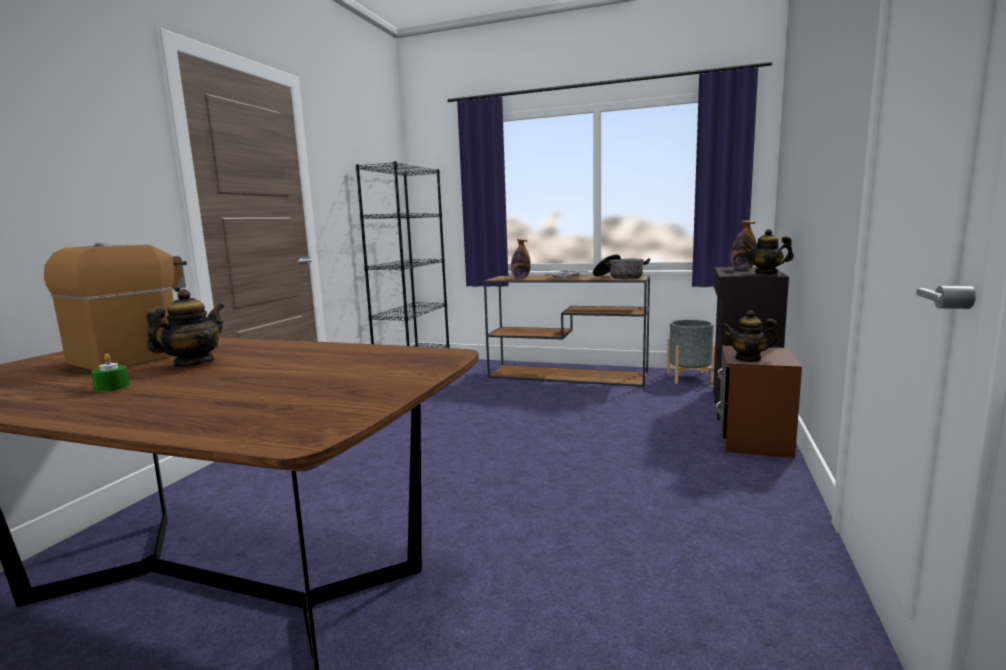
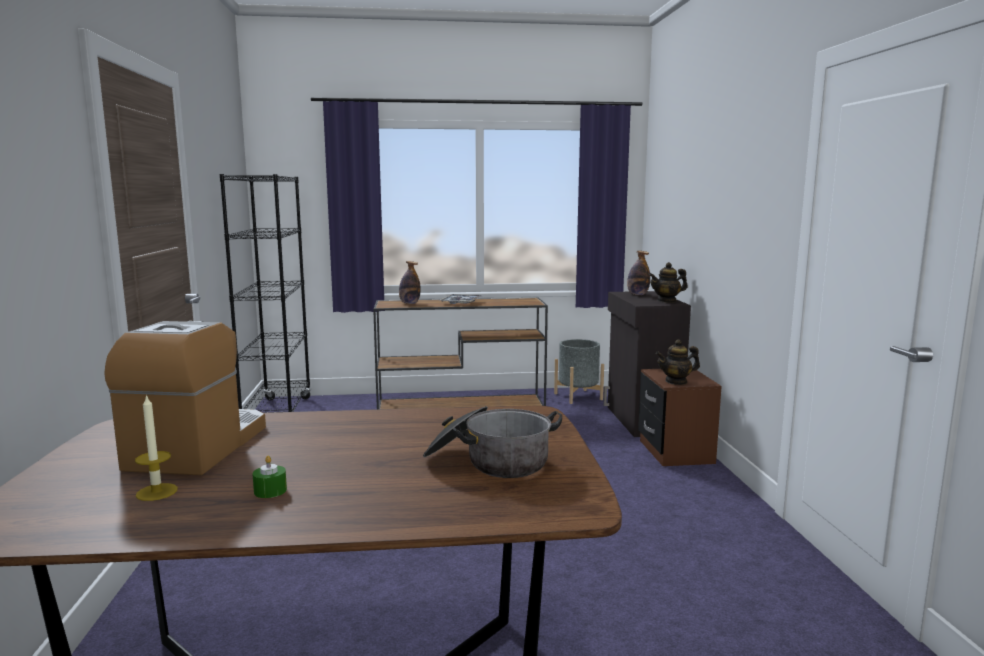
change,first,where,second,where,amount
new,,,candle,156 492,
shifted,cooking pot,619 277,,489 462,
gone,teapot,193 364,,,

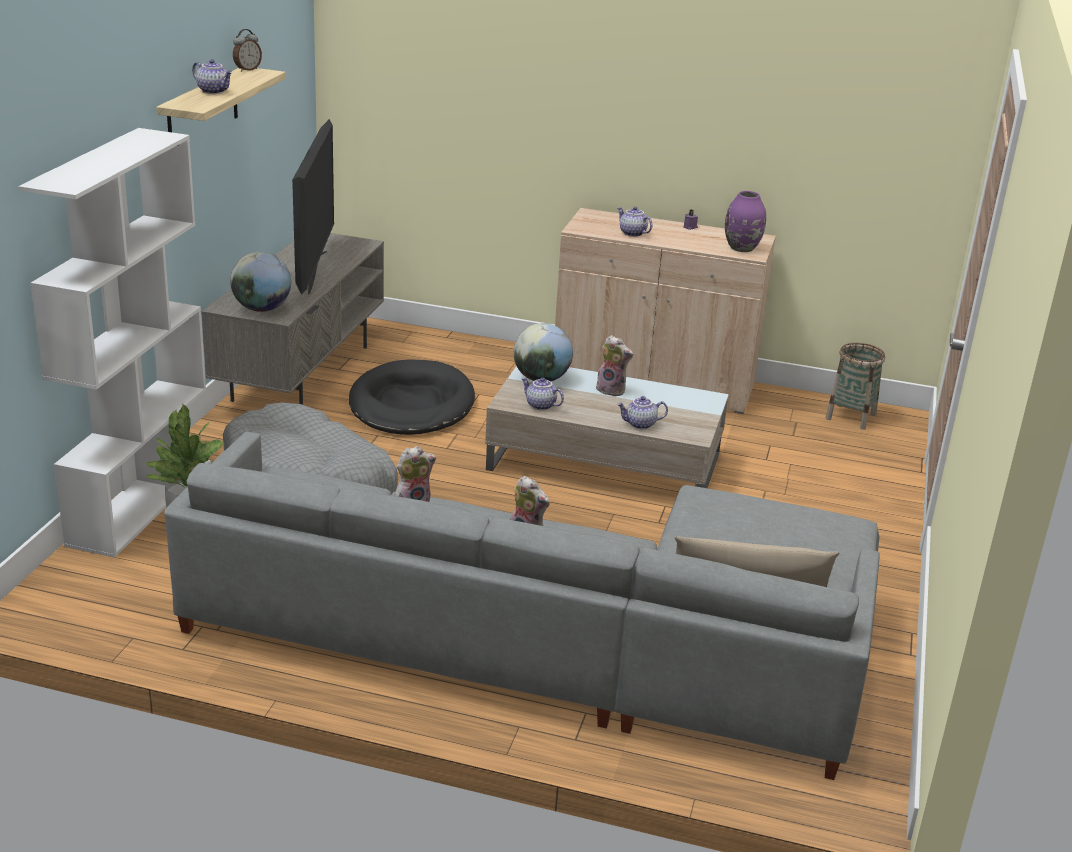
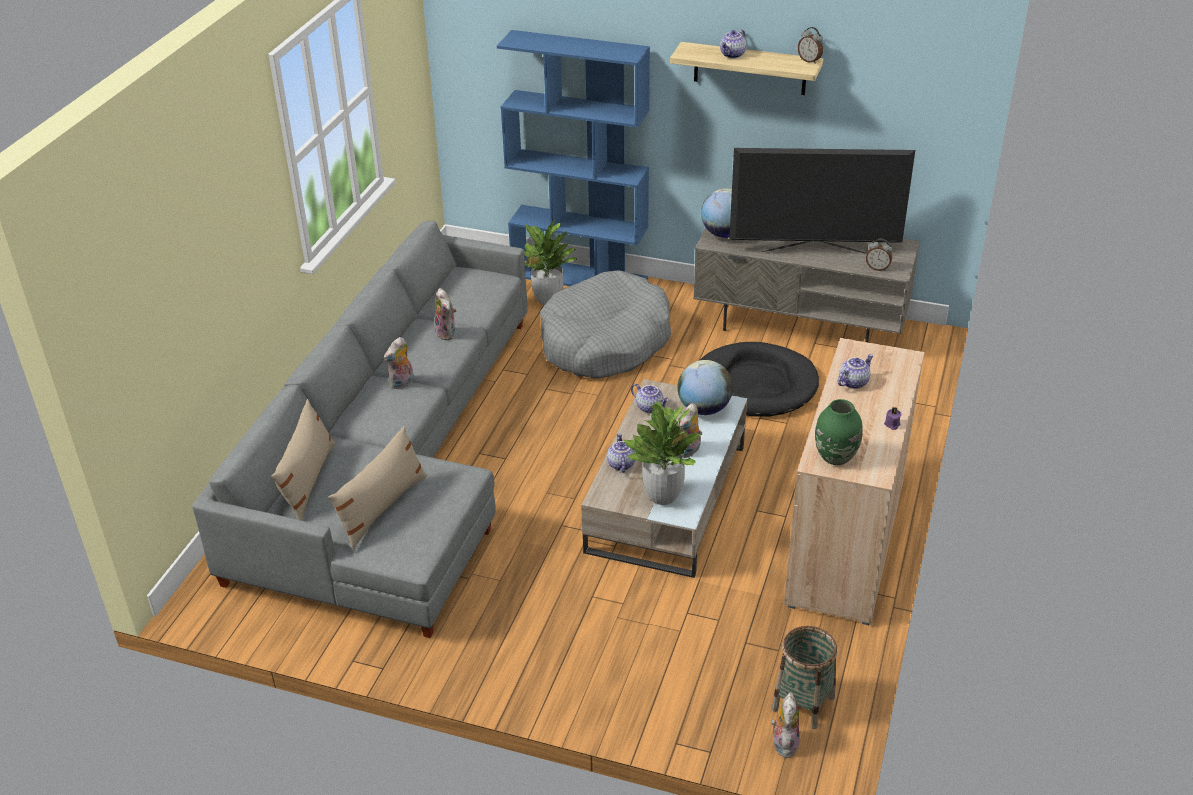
change,first,where,second,where,amount
new,,,pillow in beige,382 507,
repainted,bookcase in white,141 502,bookcase in blue,580 277,
new,,,potted plant,663 496,
rotated,teapot,540 405,,650 407,90 degrees clockwise
new,,,plush toy,784 742,
repainted,vase in purple,742 248,vase in green,835 457,
new,,,alarm clock,877 268,

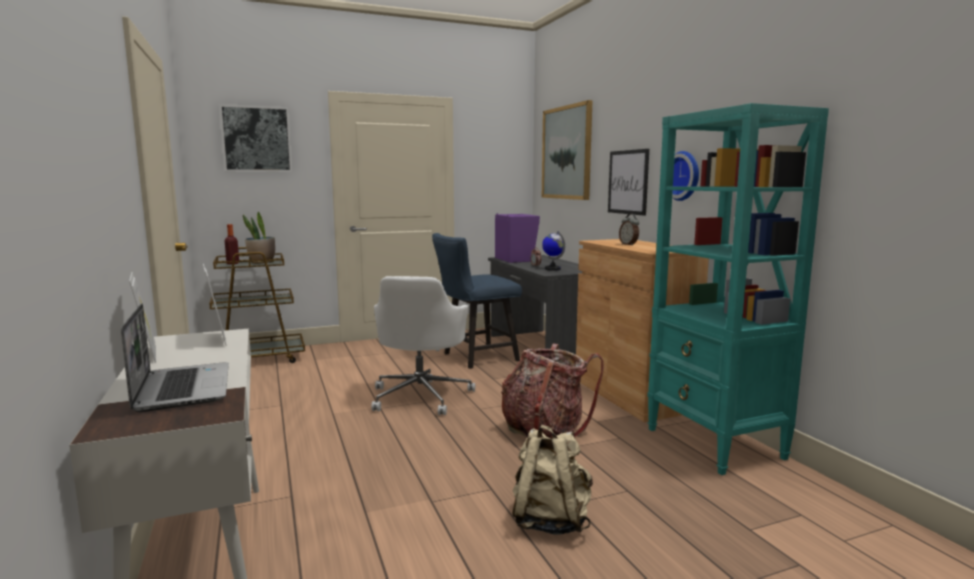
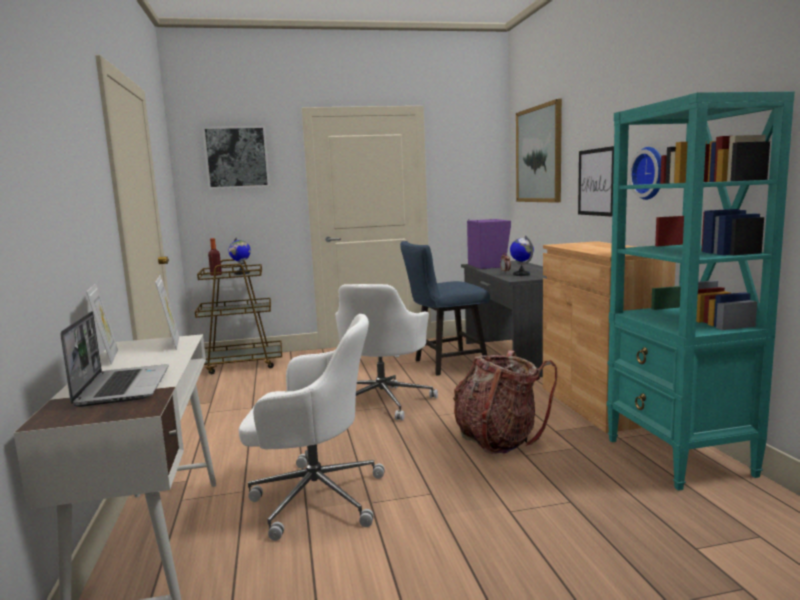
change,first,where,second,where,amount
swapped,potted plant,262 262,globe,242 273,
new,,,office chair in white,314 497,
gone,backpack in beige,550 521,,,
gone,alarm clock,629 245,,,

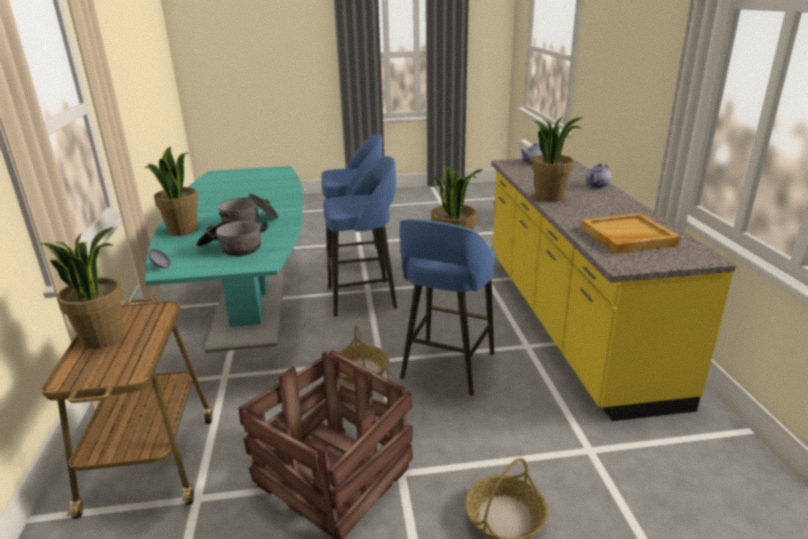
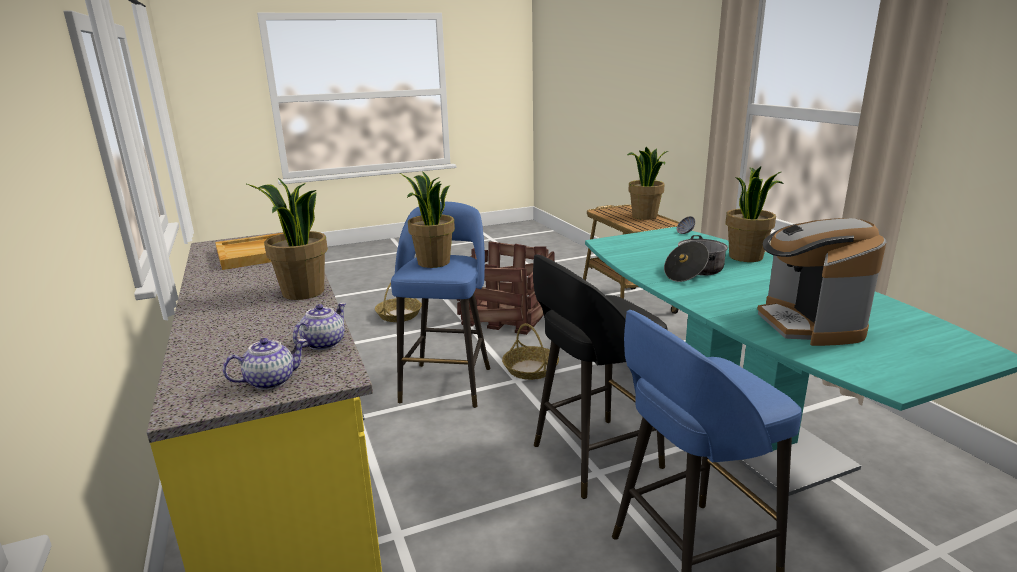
change,first,where,second,where,amount
shifted,teapot,597 186,,323 343,
repainted,stool in blue,364 297,stool in black,593 457,
new,,,coffee machine,808 324,
gone,cooking pot,232 248,,,

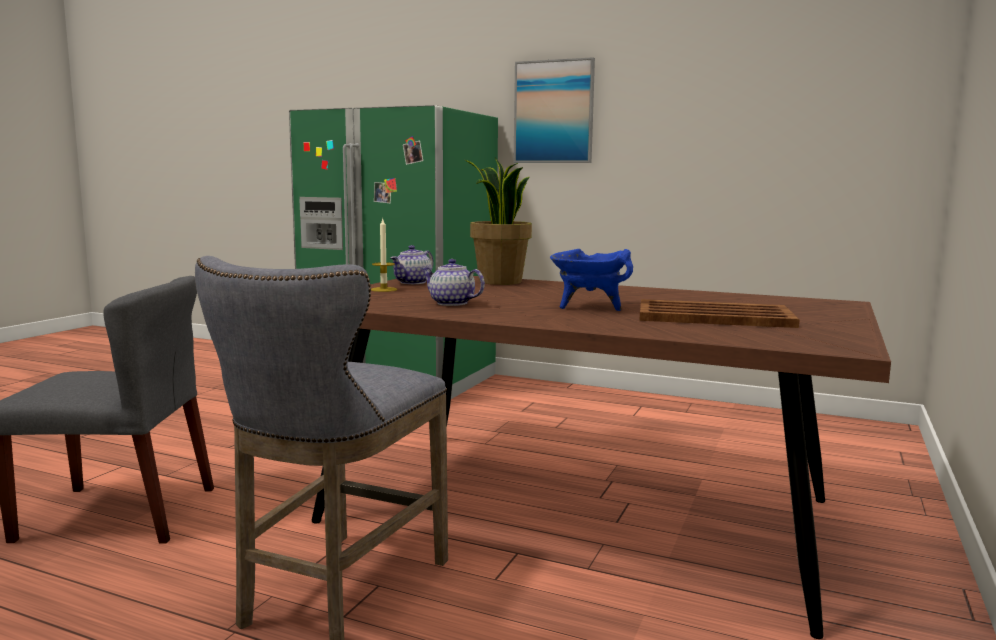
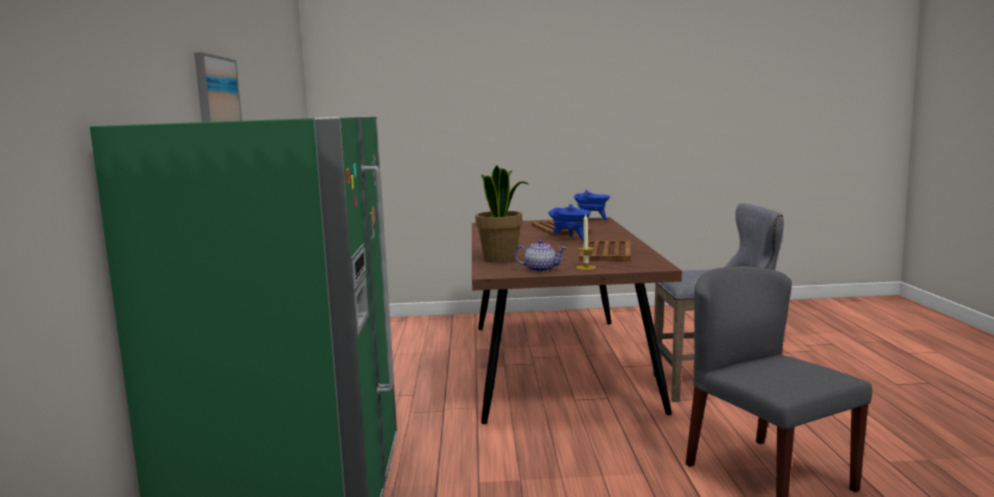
change,first,where,second,where,amount
new,,,cooking pot in blue,592 220,
swapped,teapot,451 303,tray in brown,606 252,

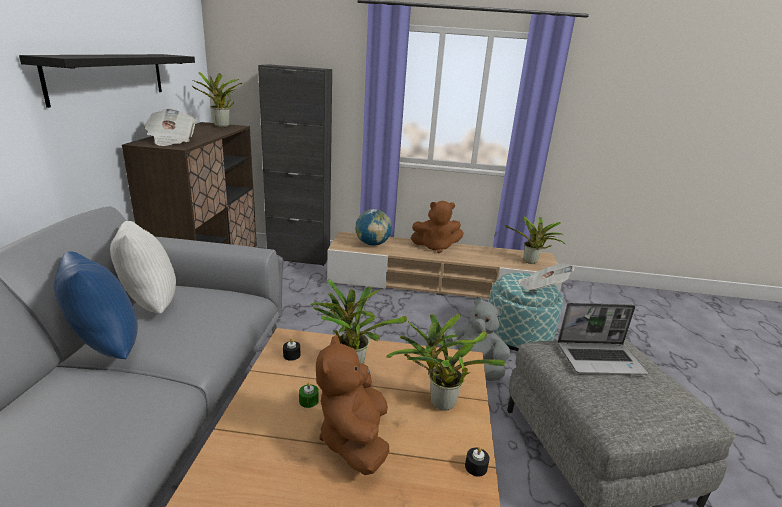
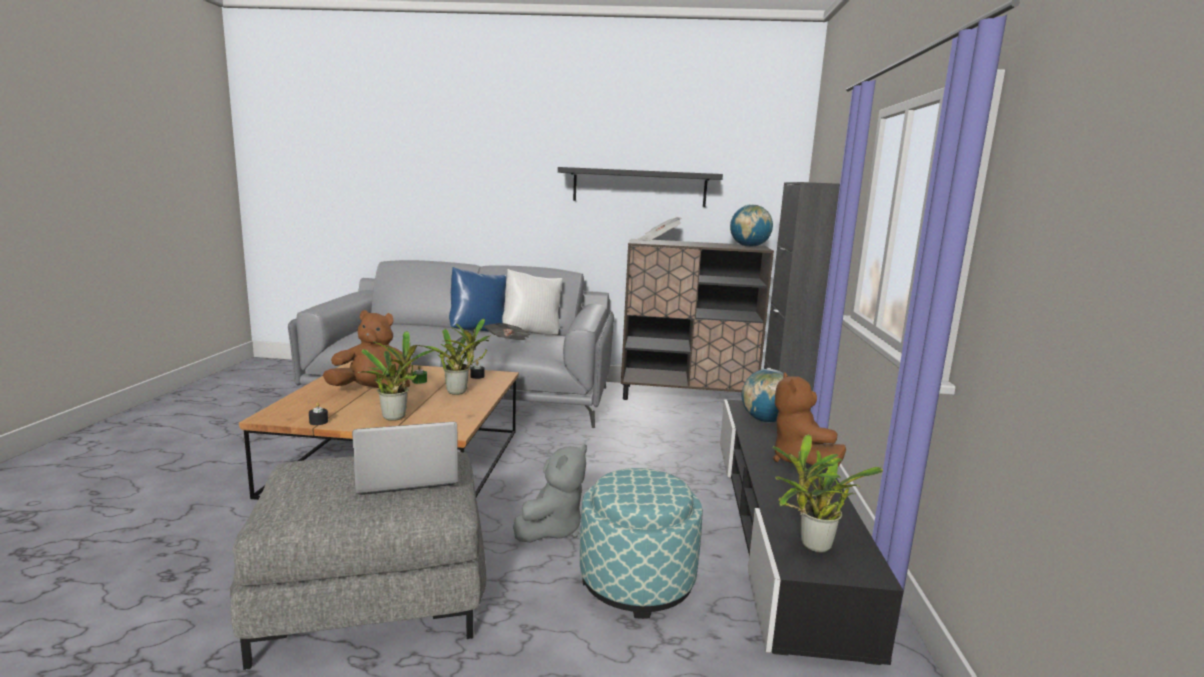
change,first,where,second,where,amount
rotated,laptop,600 359,,405 477,75 degrees clockwise
shifted,newspaper,542 288,,508 344,
repainted,tv stand in beige,440 285,tv stand in black,779 525,
swapped,potted plant,221 126,globe,749 247,

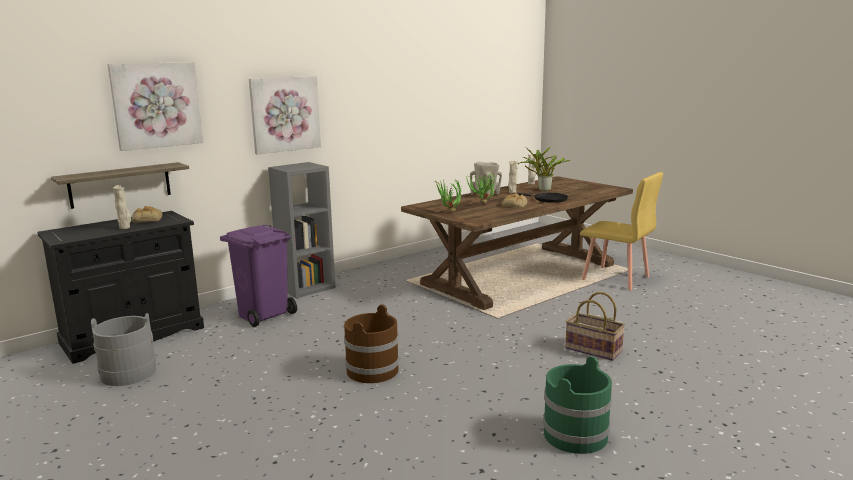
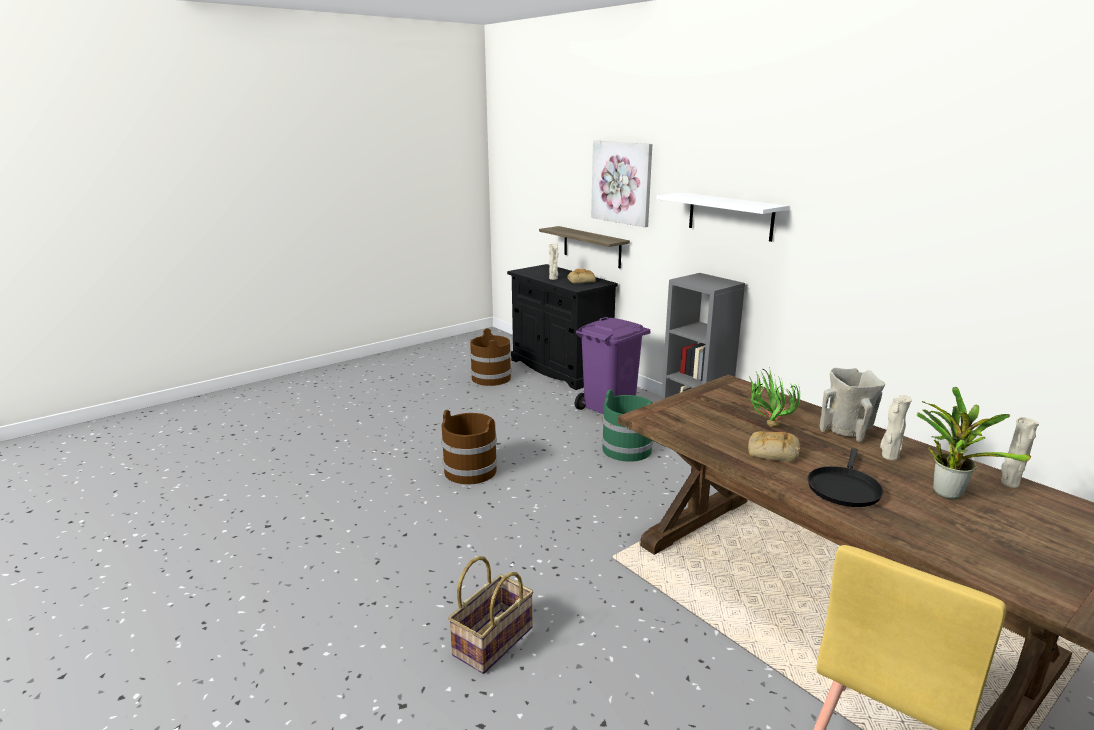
change,first,where,second,where,amount
repainted,bucket in grey,129 373,bucket in brown,491 378,
shifted,bucket in green,575 435,,627 449,
swapped,picture,285 114,shelf in white,730 216,
gone,potted plant,449 213,,,

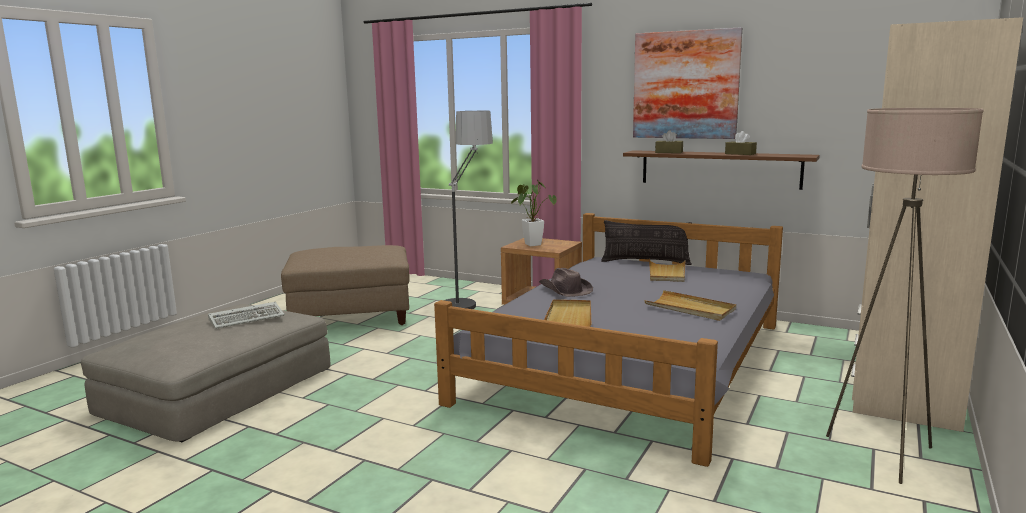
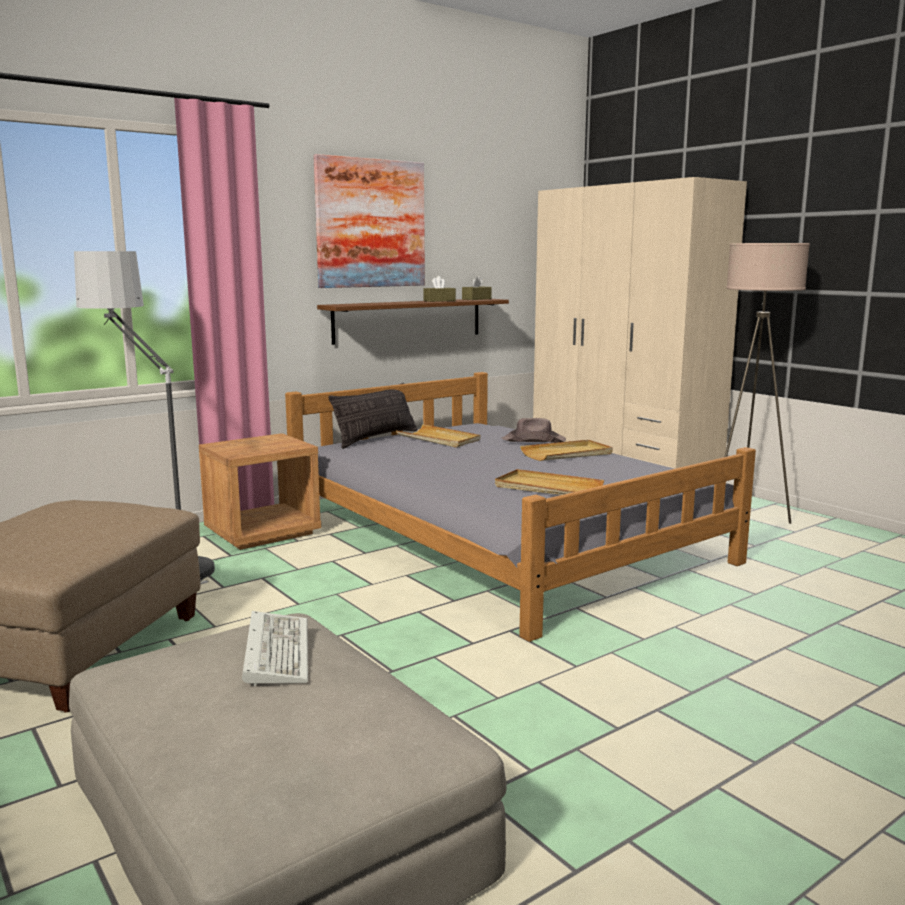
change,first,where,second,where,amount
shifted,tissue box in brown,669 152,,476 299,
shifted,hat in brown,565 290,,534 440,
gone,potted plant,531 244,,,

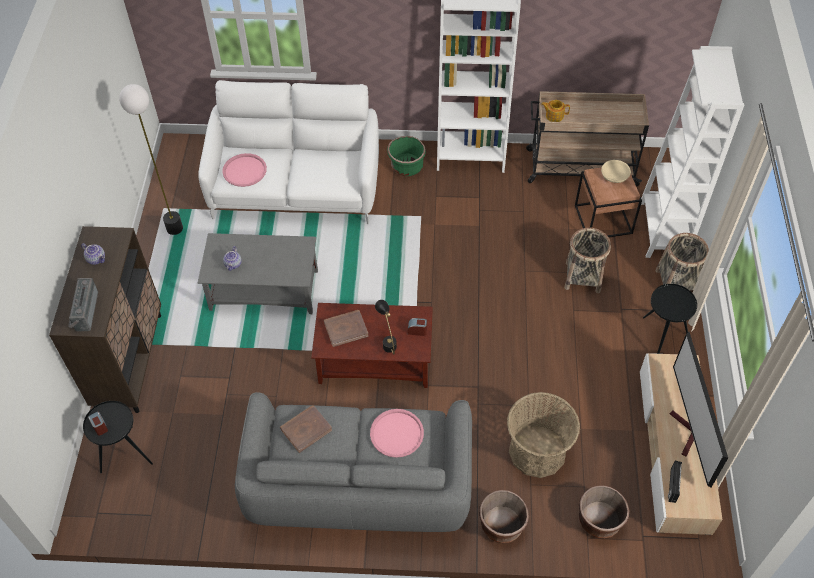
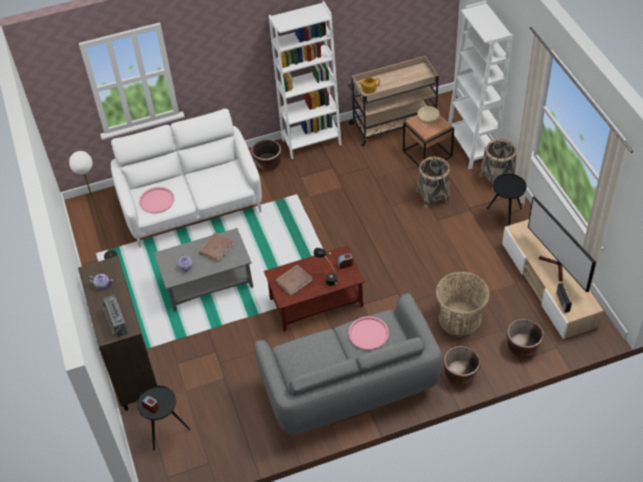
change,first,where,second,where,amount
shifted,book in brown,306 429,,216 248,
repainted,planter in green,406 166,planter in brown,267 163,

